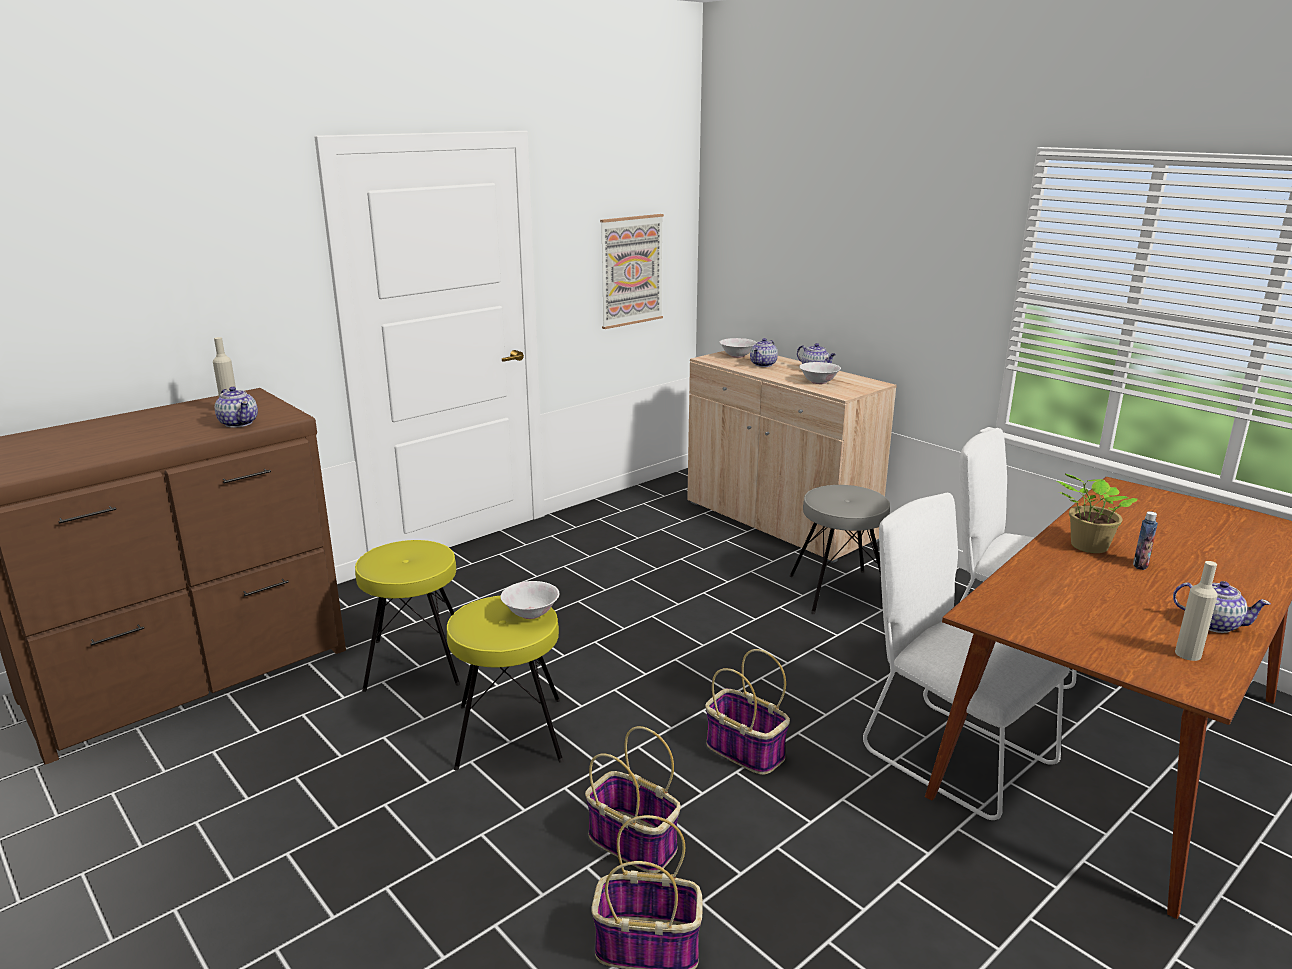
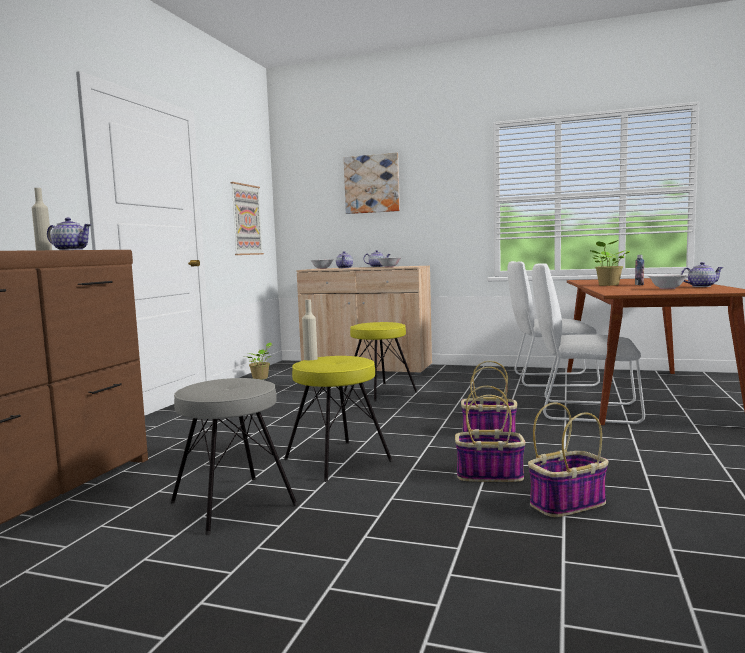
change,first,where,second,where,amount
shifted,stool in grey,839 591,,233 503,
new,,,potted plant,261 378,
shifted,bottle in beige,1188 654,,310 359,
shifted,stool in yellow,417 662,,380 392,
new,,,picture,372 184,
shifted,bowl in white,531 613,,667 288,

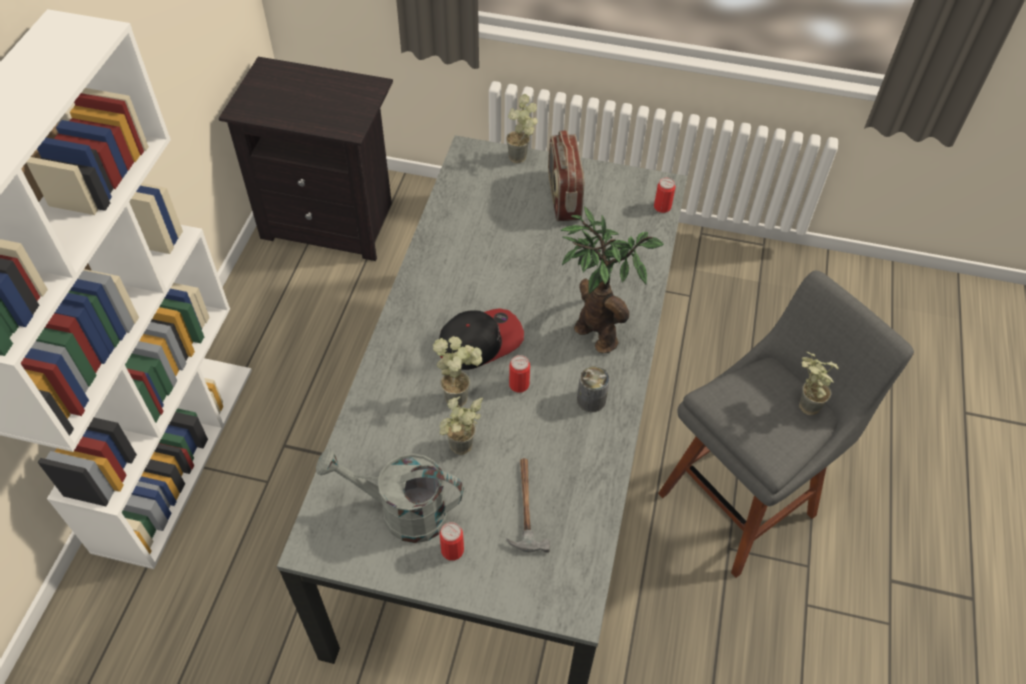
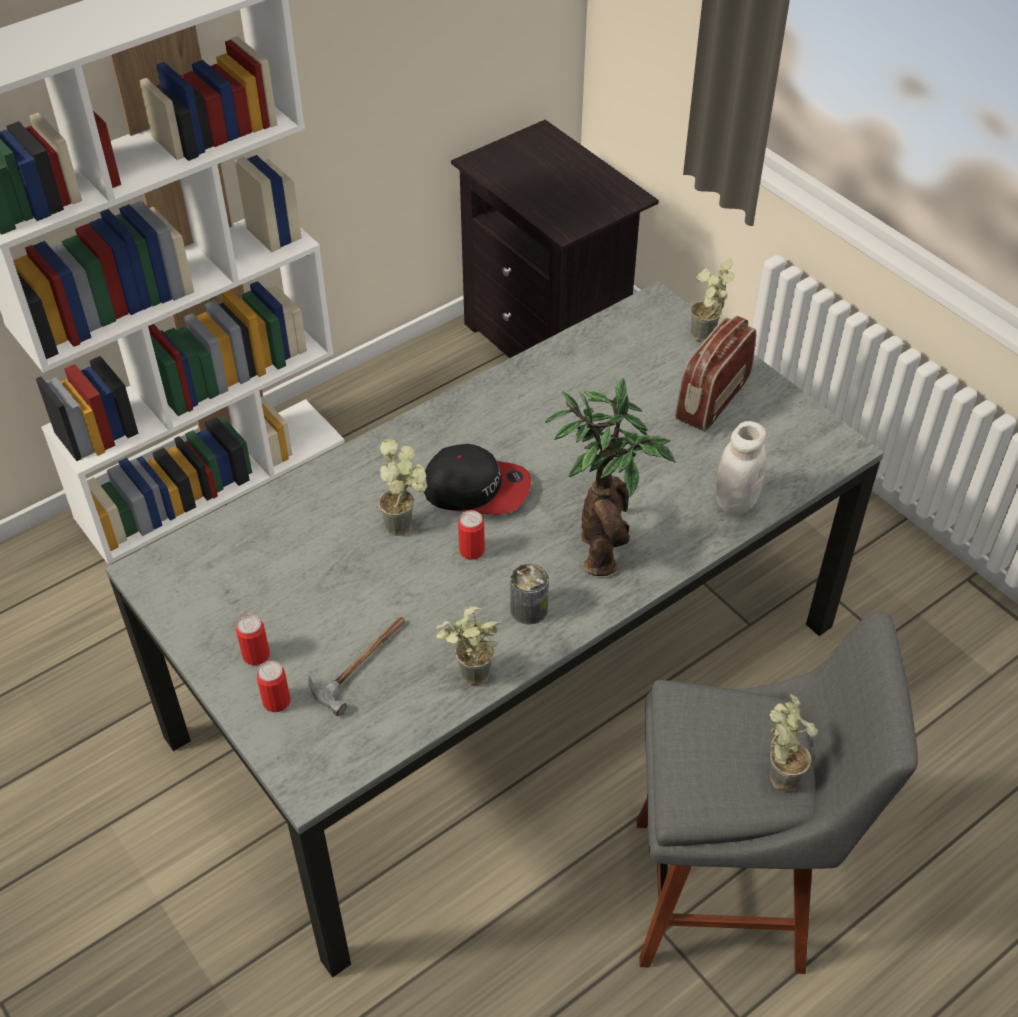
change,first,where,second,where,amount
shifted,can,662 207,,276 701,
shifted,potted plant,460 452,,468 680,
new,,,jar in white,735 501,
gone,watering can in grey,402 512,,,

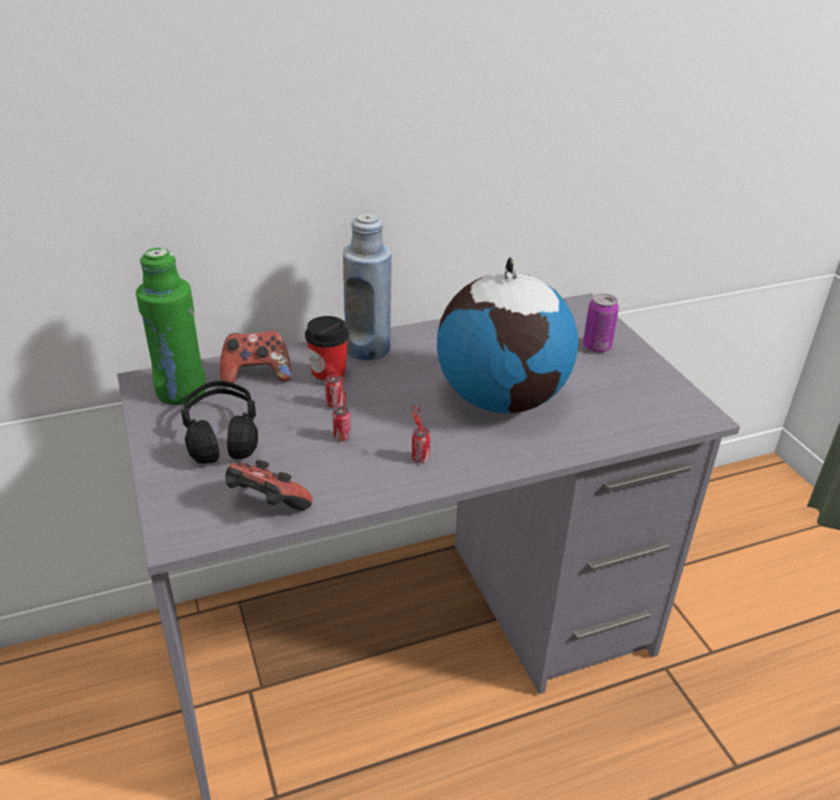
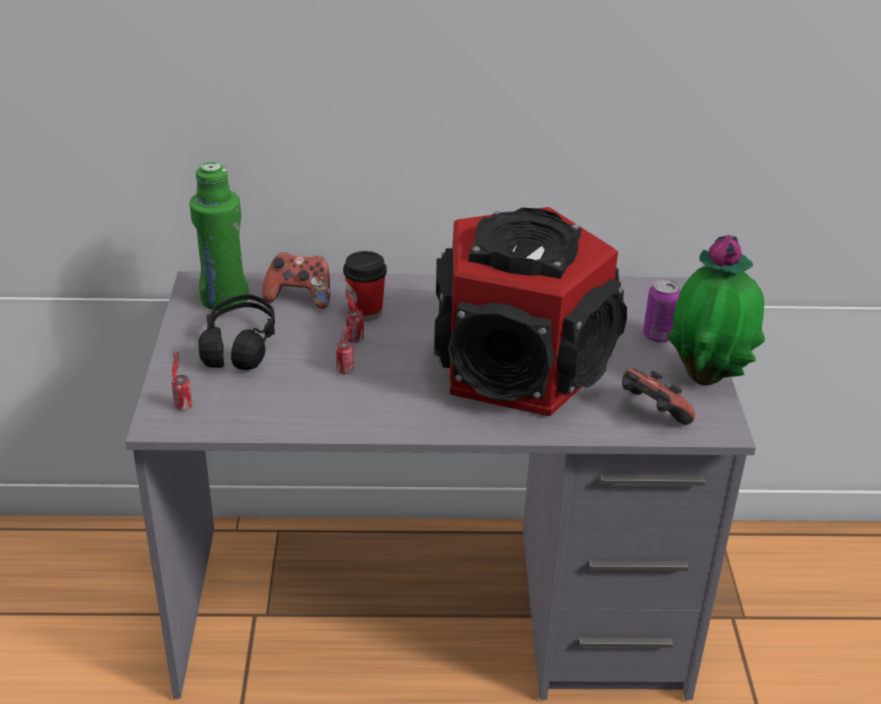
change,first,where,second,where,amount
shifted,can,421 460,,183 408,
swapped,globe,501 399,speaker,520 367,
shifted,game controller,266 506,,651 414,
new,,,potted plant,707 377,
gone,bottle in blue,368 349,,,

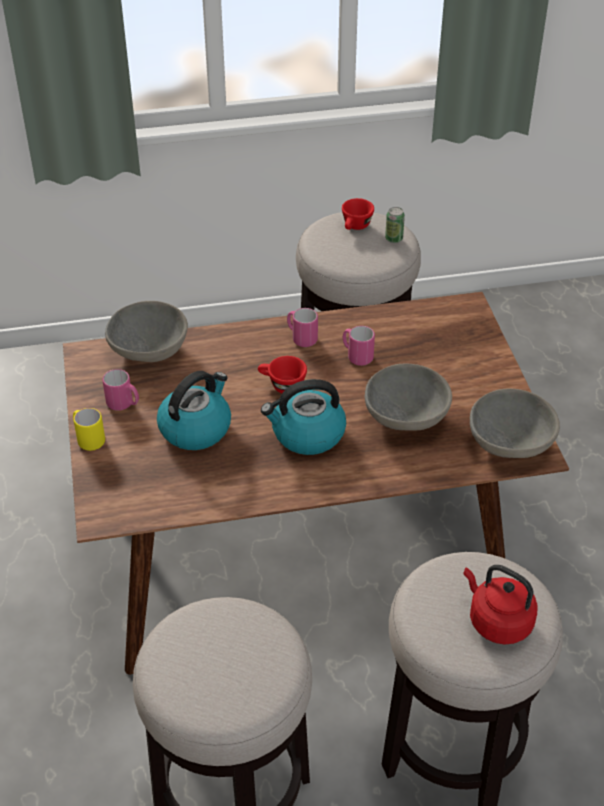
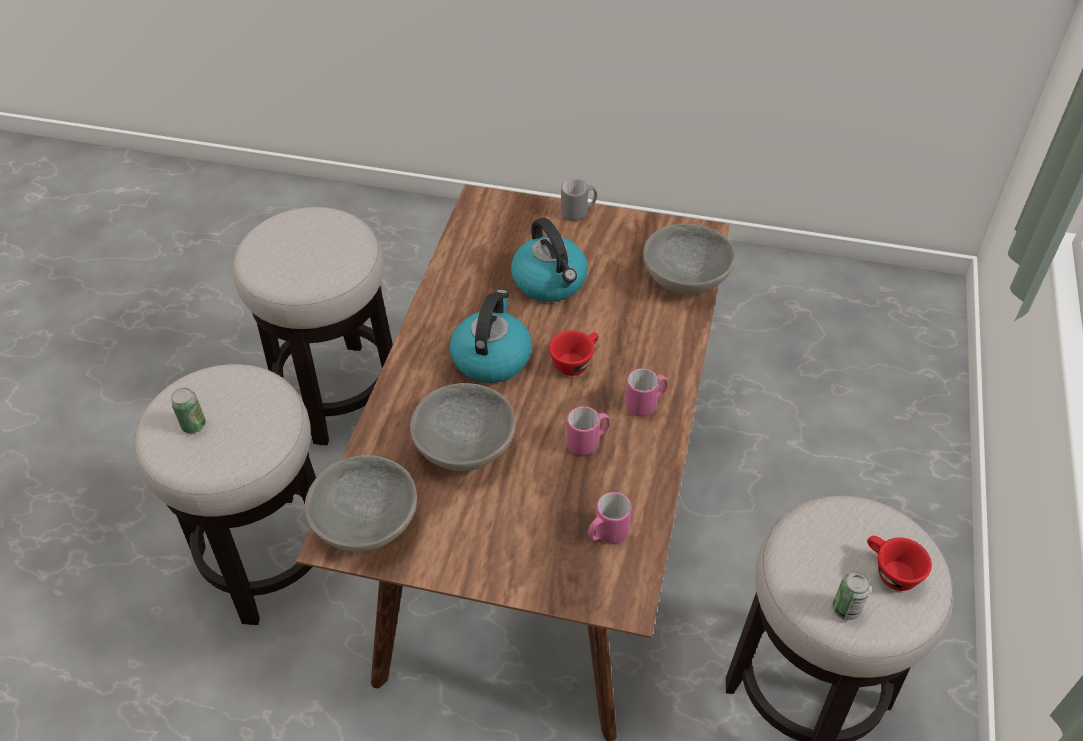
change,first,where,second,where,amount
swapped,kettle in red,497 621,can,193 425,
repainted,mug in yellow,88 439,mug in grey,578 212,
shifted,mug in pink,124 404,,607 534,

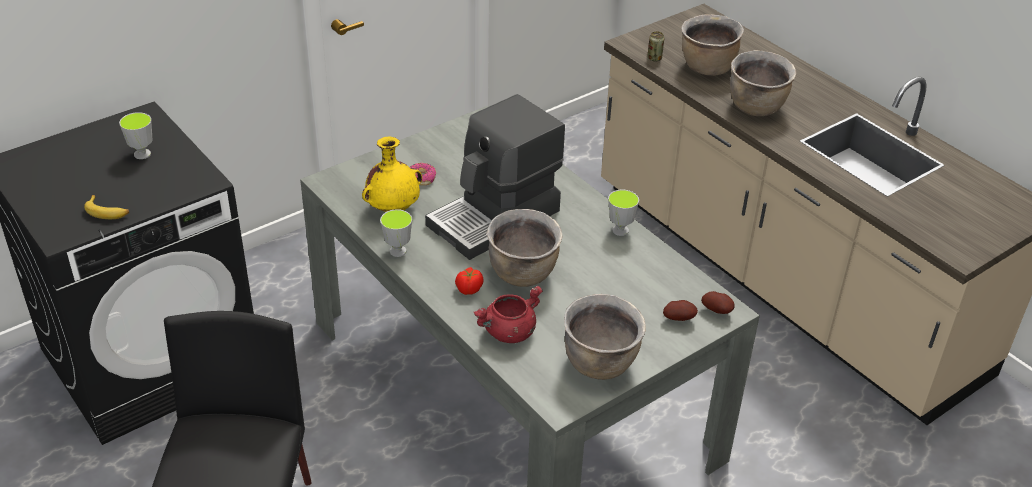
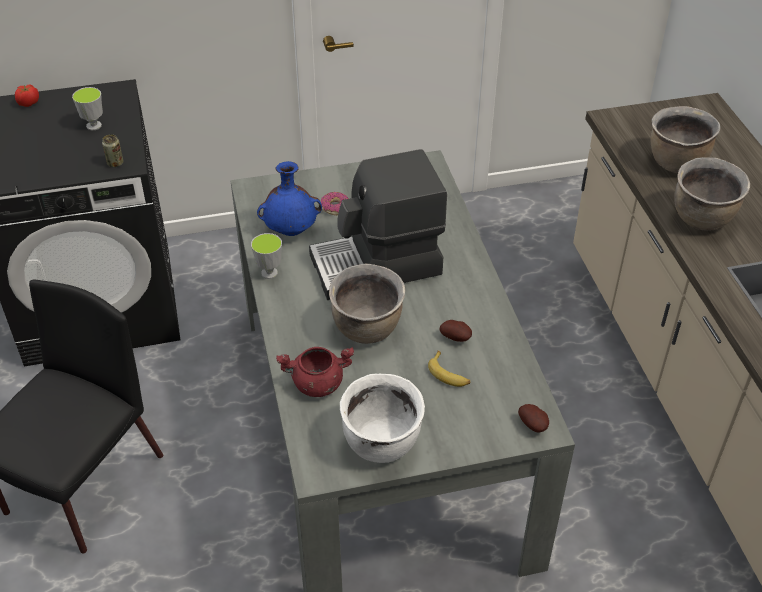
change,first,where,second,where,amount
shifted,tomato,469 289,,28 103,
shifted,can,654 58,,115 163,
repainted,vase in yellow,394 209,vase in blue,292 231,
repainted,cooking pot in brown,600 364,cooking pot in white,382 443,
shifted,banana,107 212,,449 374,
shifted,potato,679 318,,456 338,
gone,cup,620 230,,,

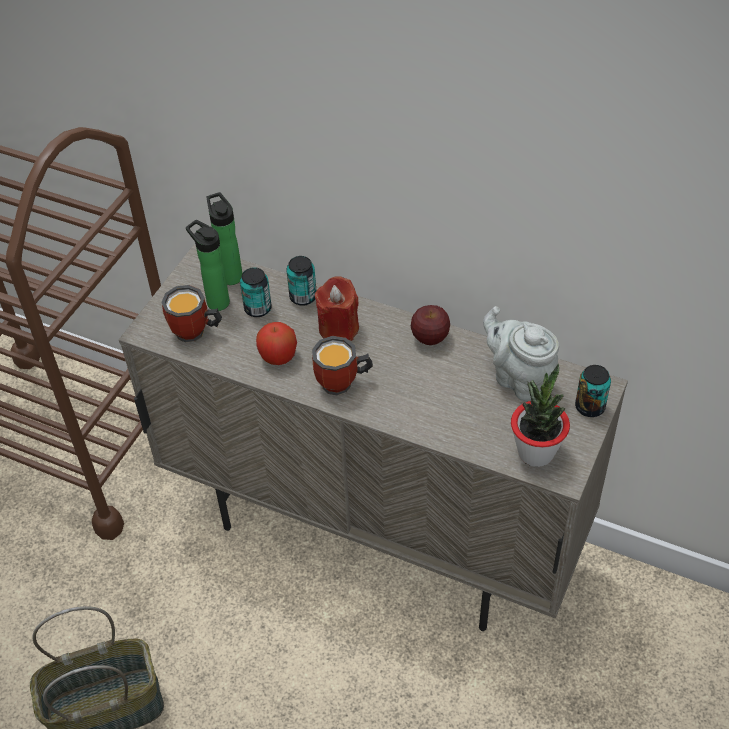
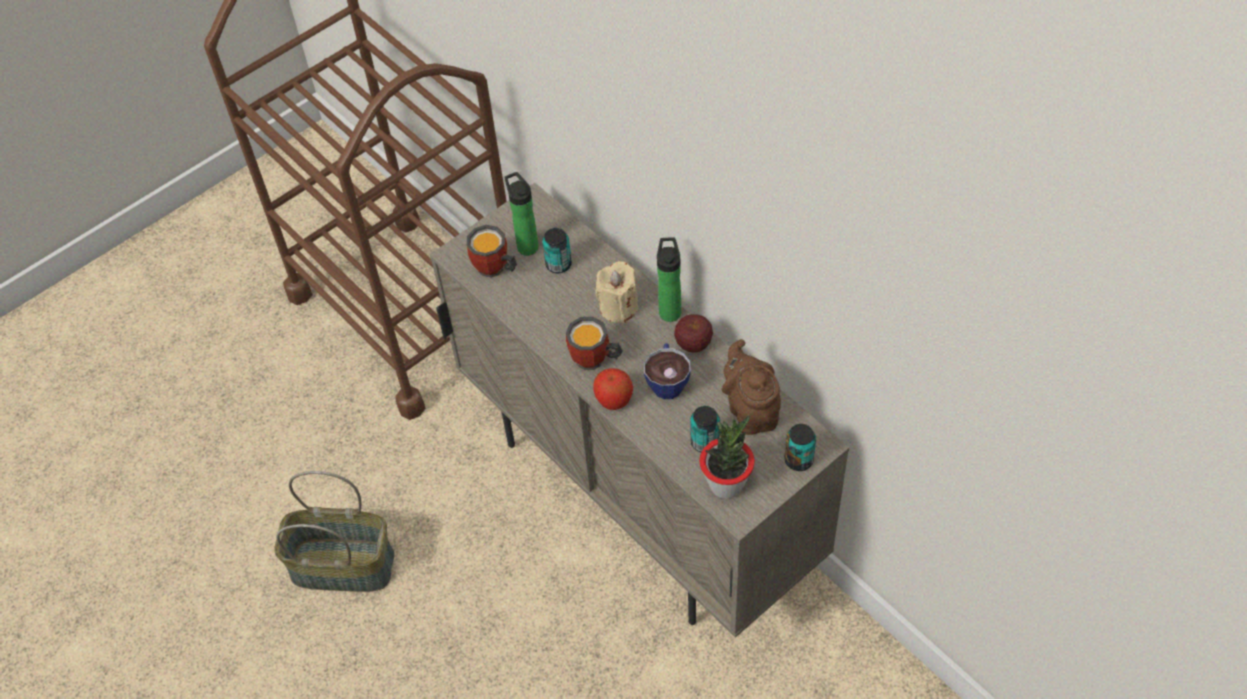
change,first,where,second,where,amount
shifted,apple,278 357,,614 400,
repainted,candle in red,338 328,candle in beige,618 307,
new,,,cup,667 381,
shifted,bottle,230 275,,670 310,
shifted,can,303 297,,705 442,
repainted,teapot in grey,519 379,teapot in brown,751 411,

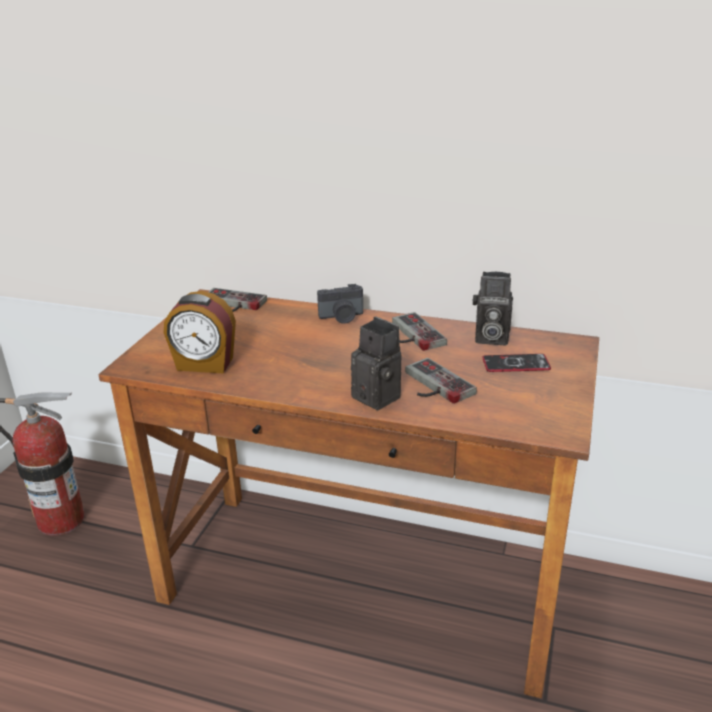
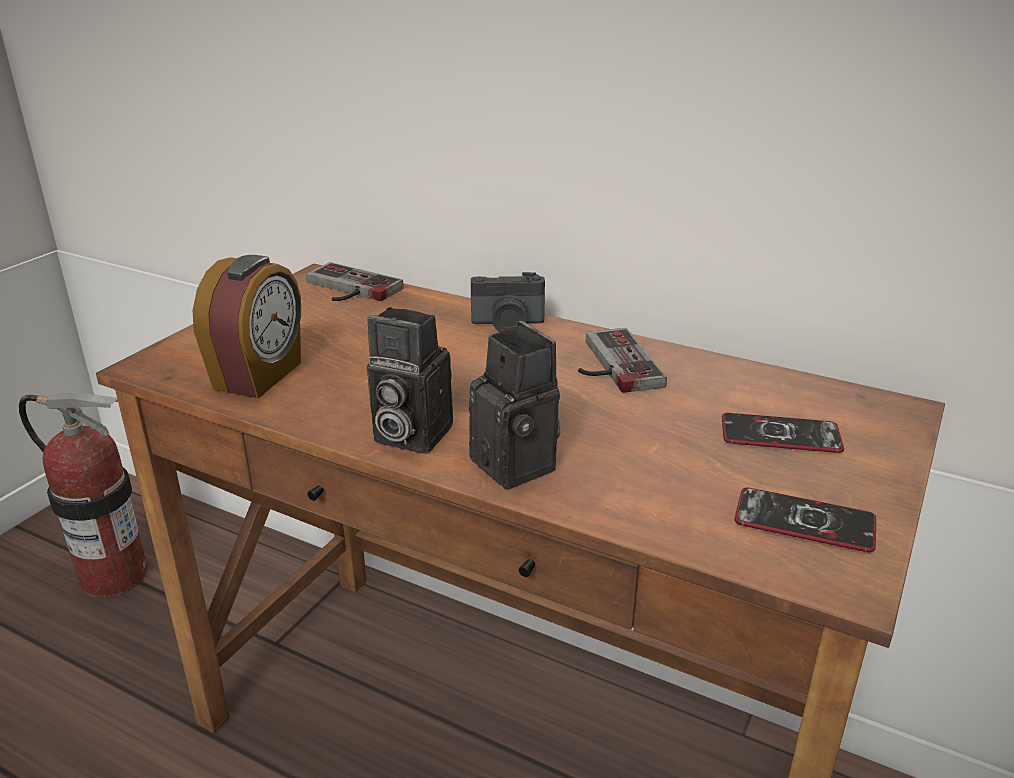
change,first,where,second,where,amount
rotated,alarm clock,204 364,,260 376,90 degrees counterclockwise
shifted,photo camera,489 338,,407 435,
new,,,phone,804 521,
gone,game controller,432 385,,,

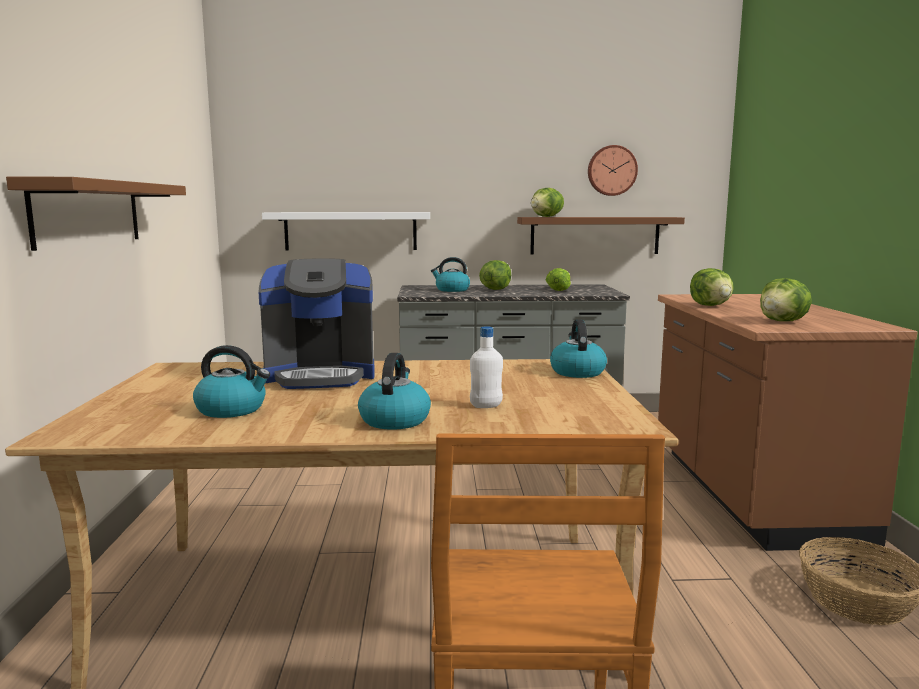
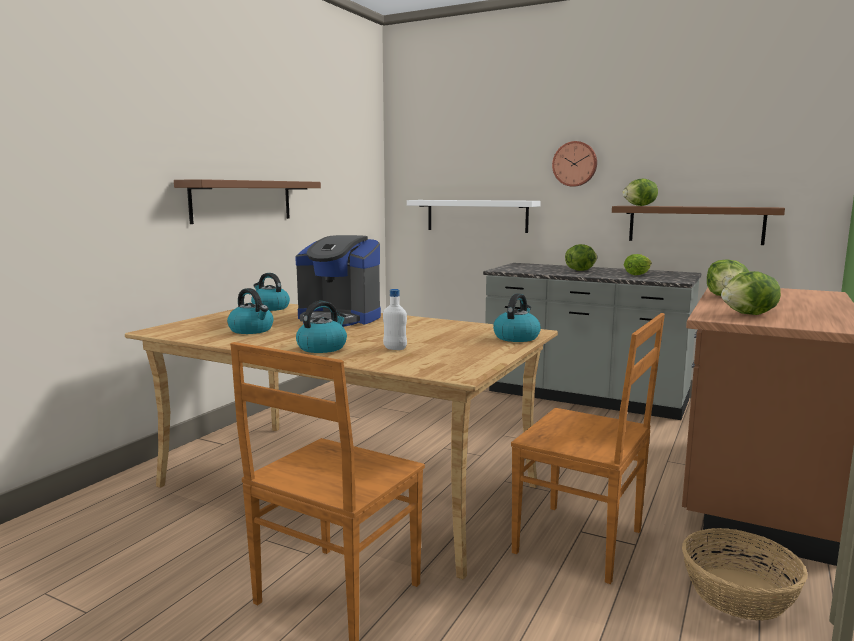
change,first,where,second,where,amount
shifted,kettle,452 290,,270 308,
new,,,chair in brown,582 543,
shifted,wall clock,611 170,,575 164,

